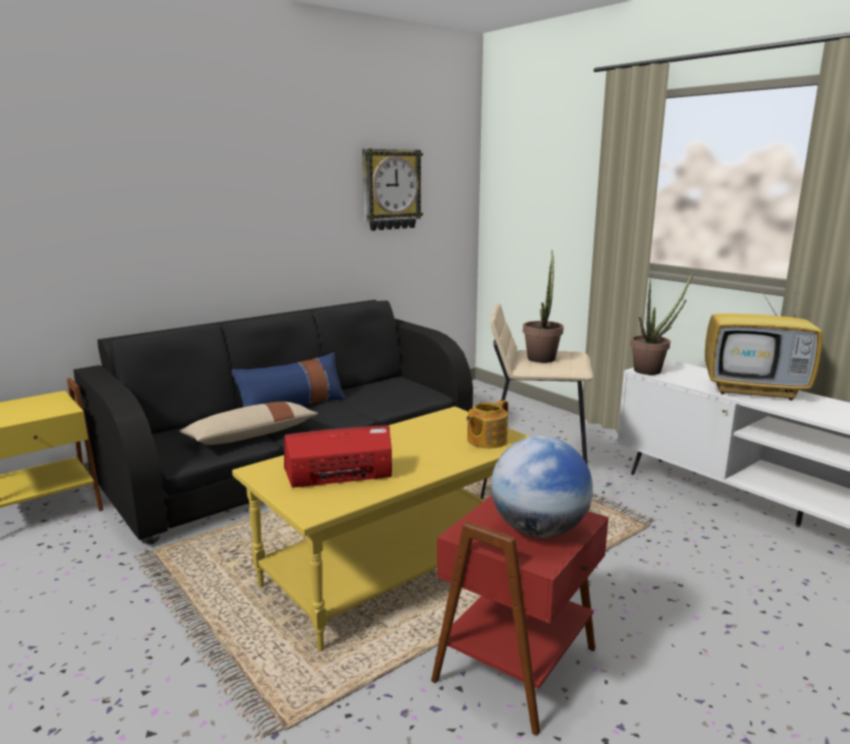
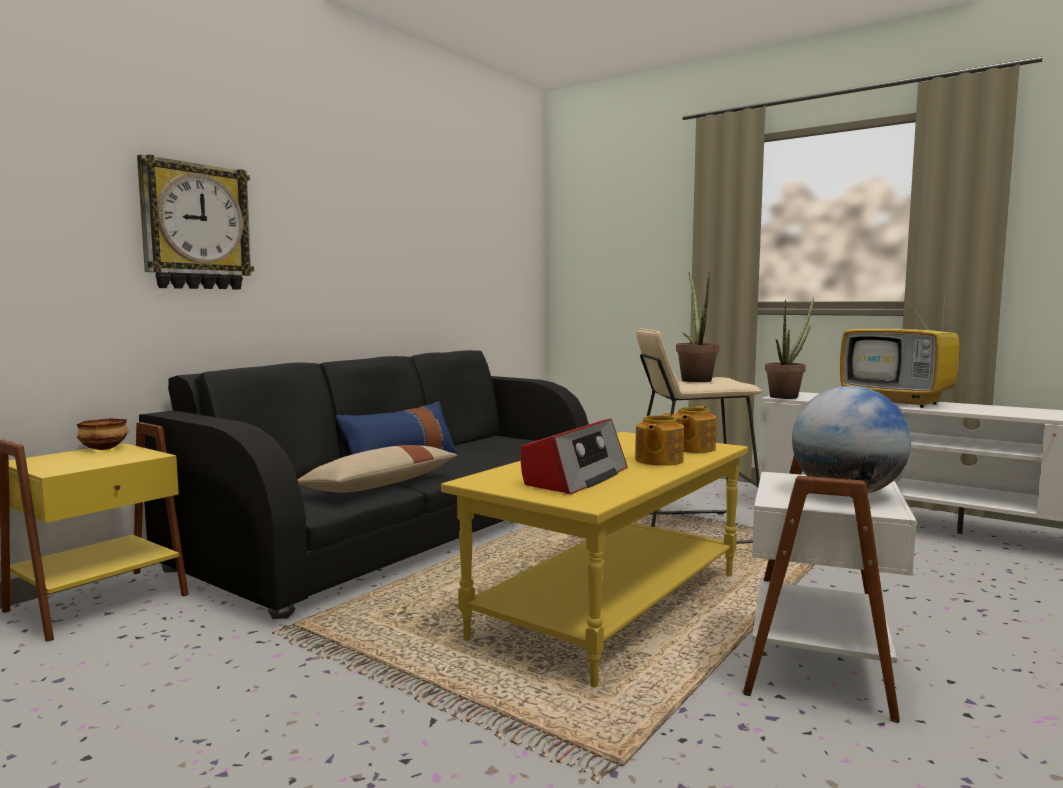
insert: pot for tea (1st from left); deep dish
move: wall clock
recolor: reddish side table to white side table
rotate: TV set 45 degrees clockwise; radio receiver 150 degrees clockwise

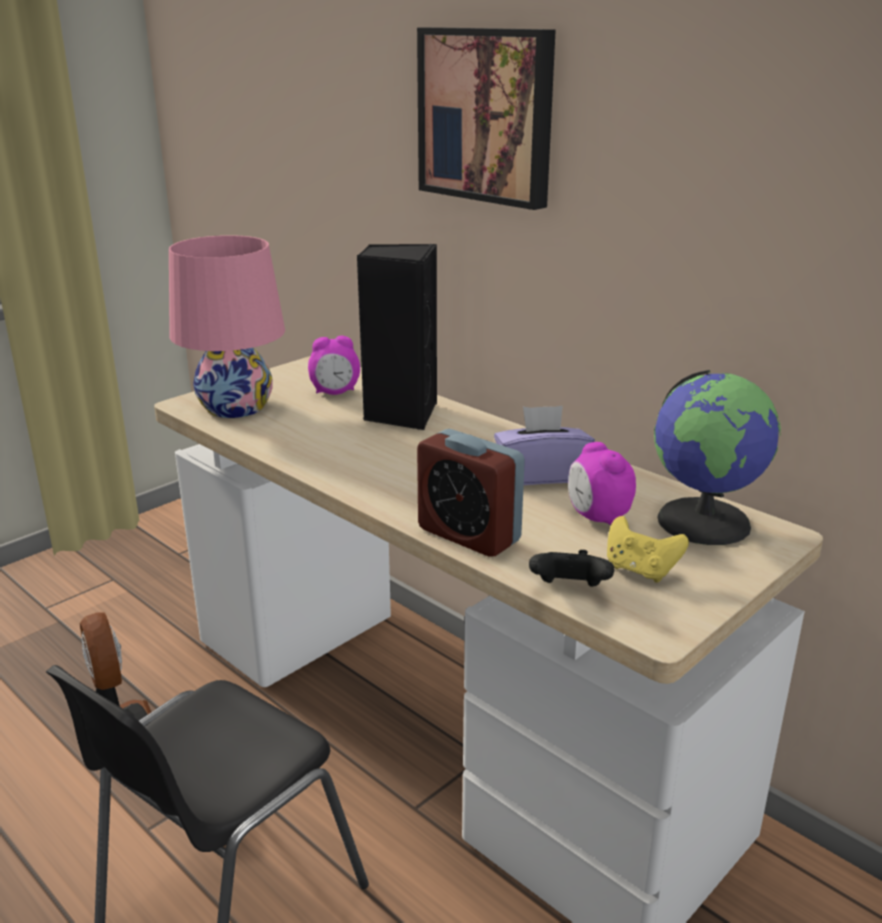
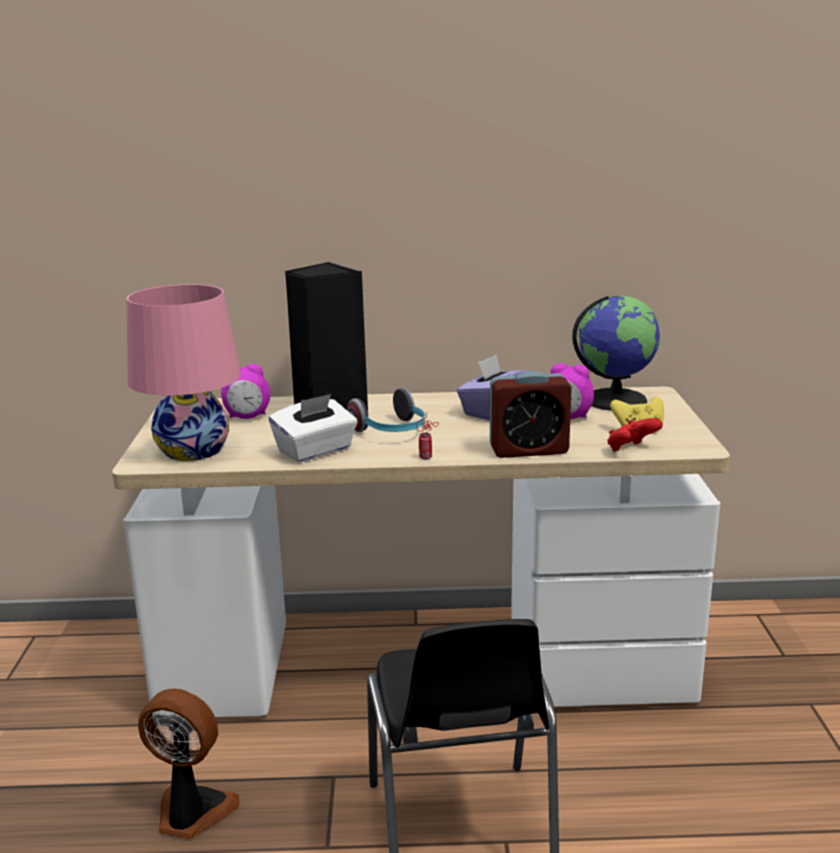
delete: wall art
insert: headset; white tissue holder; can
recolor: black-coloured joypad to reddish joypad
rotate: bedside clock (1st from left) 45 degrees clockwise

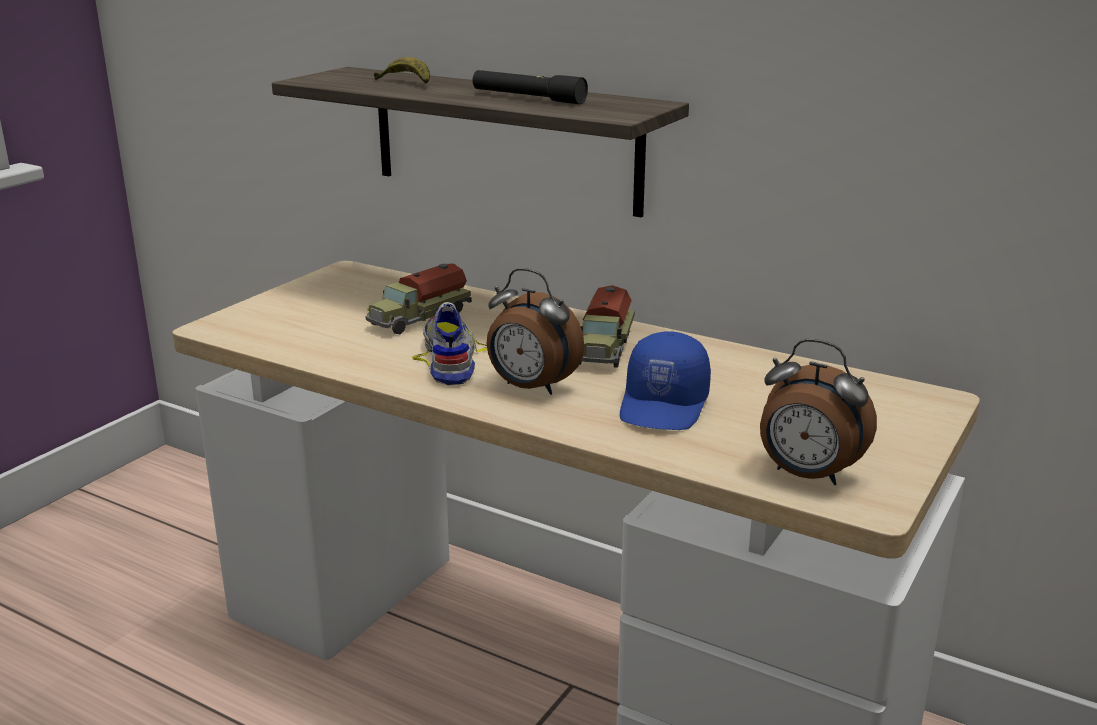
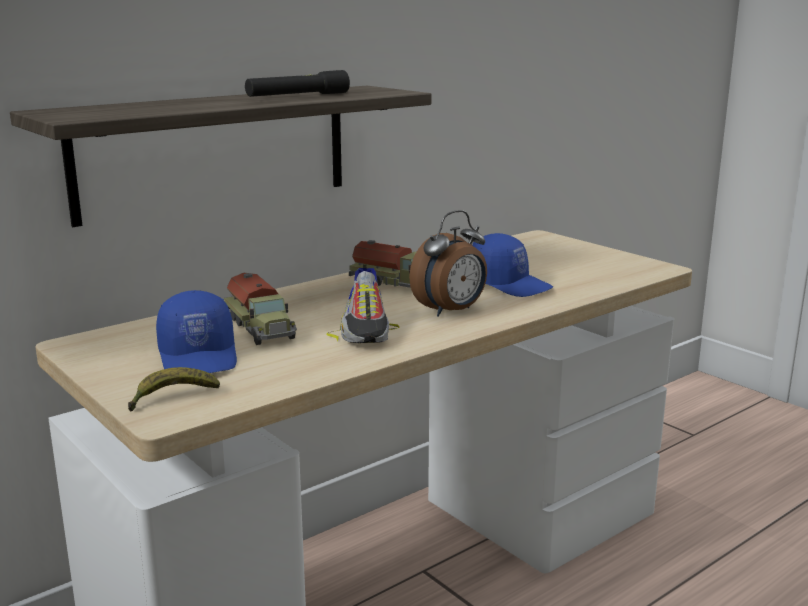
delete: bedside clock (2nd from left)
insert: blue cap (1st from left)
move: whole banana
rotate: shoe 105 degrees counterclockwise

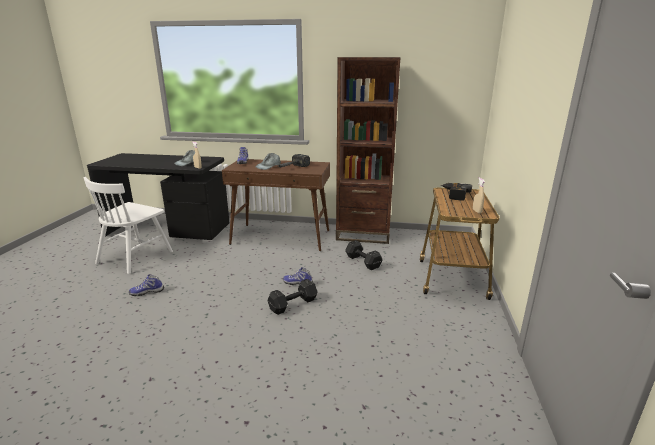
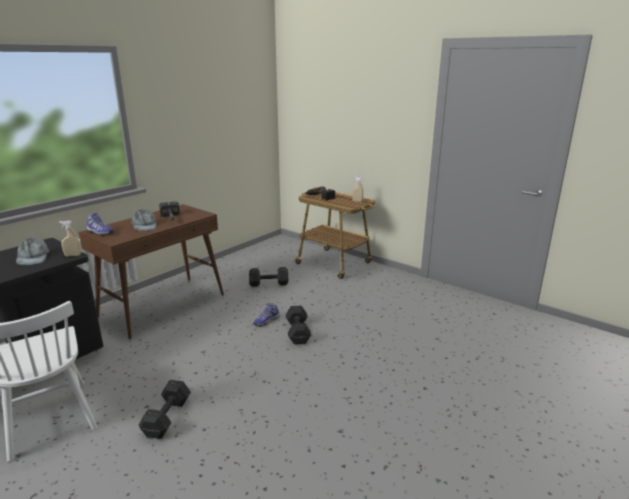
delete: brown bookcase
replace: shoe (1st from left) to black-coloured dumbbell (1st from left)

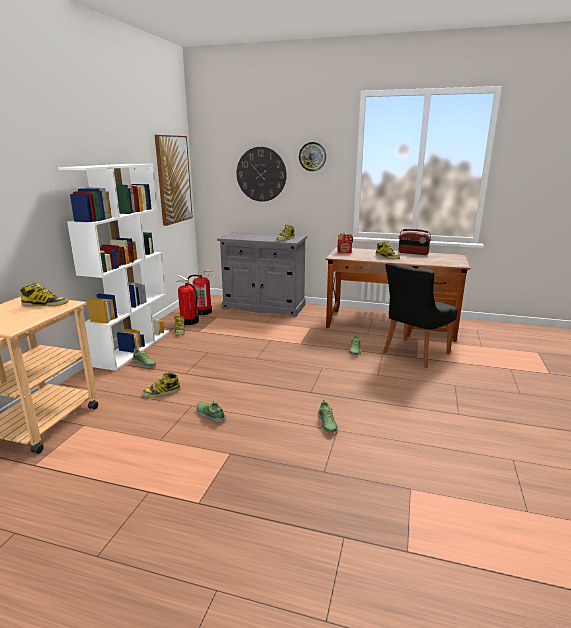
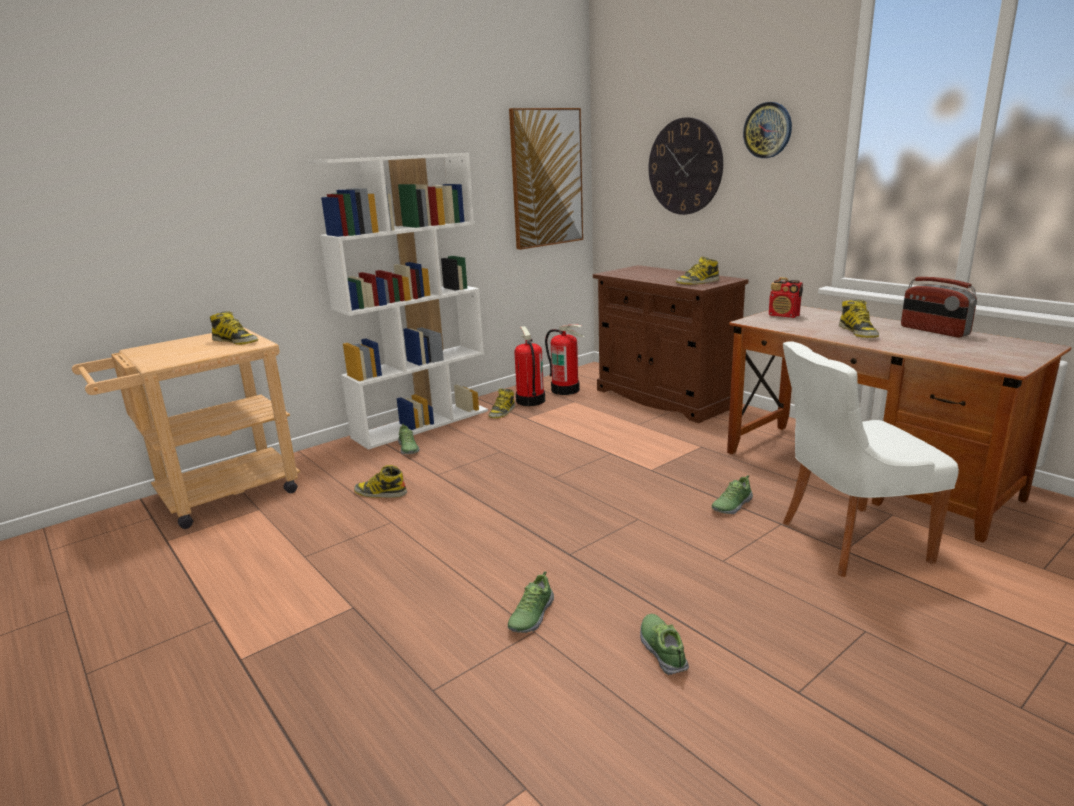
move: shoe (2nd from left in the first image) to shoe (3rd from left)
recolor: gray storage cabinet to brown storage cabinet; black-coloured plain chair to white plain chair

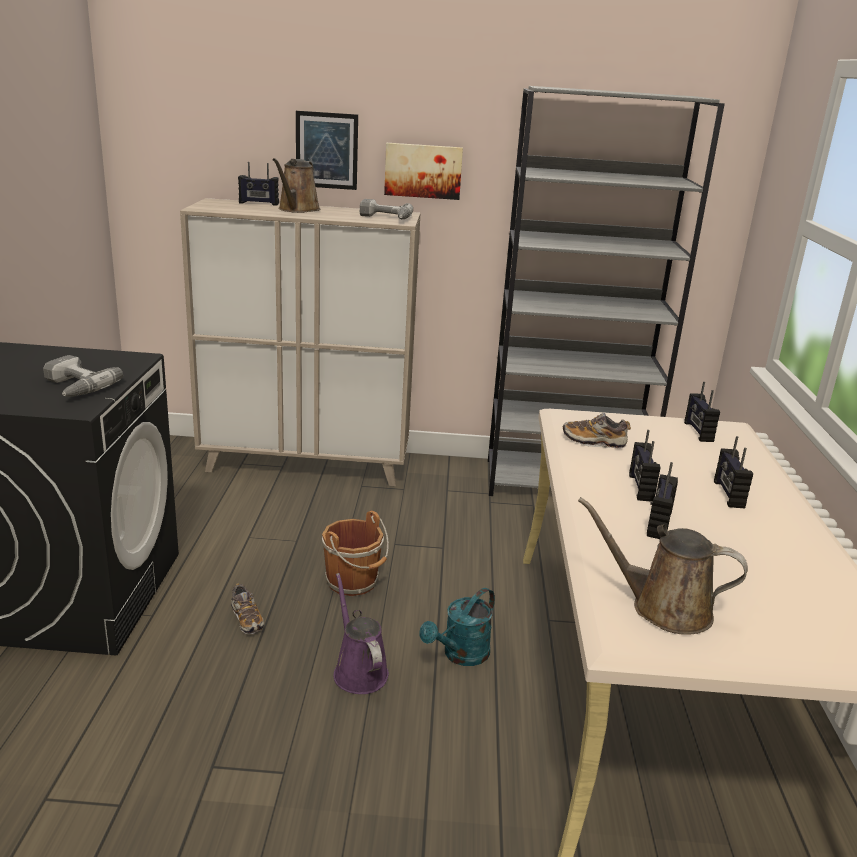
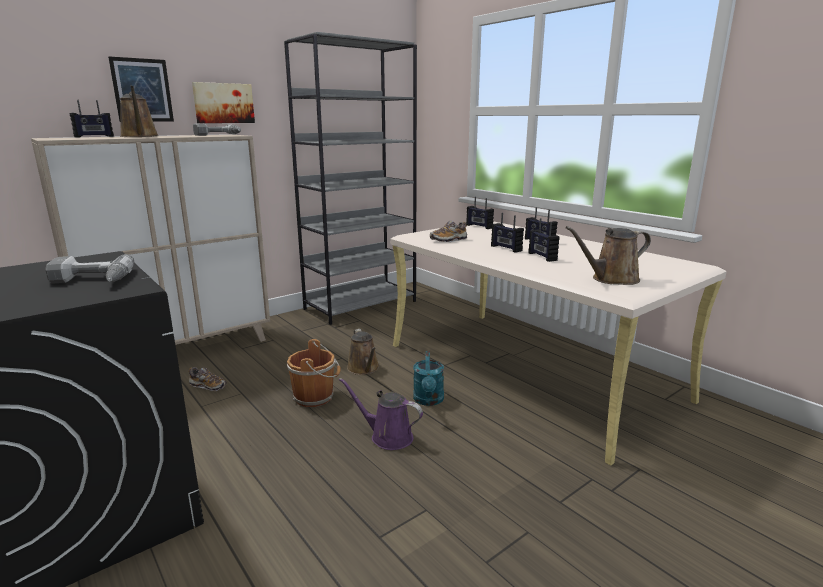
insert: brown watering pot (2nd from left)
move: shoe (1st from left)

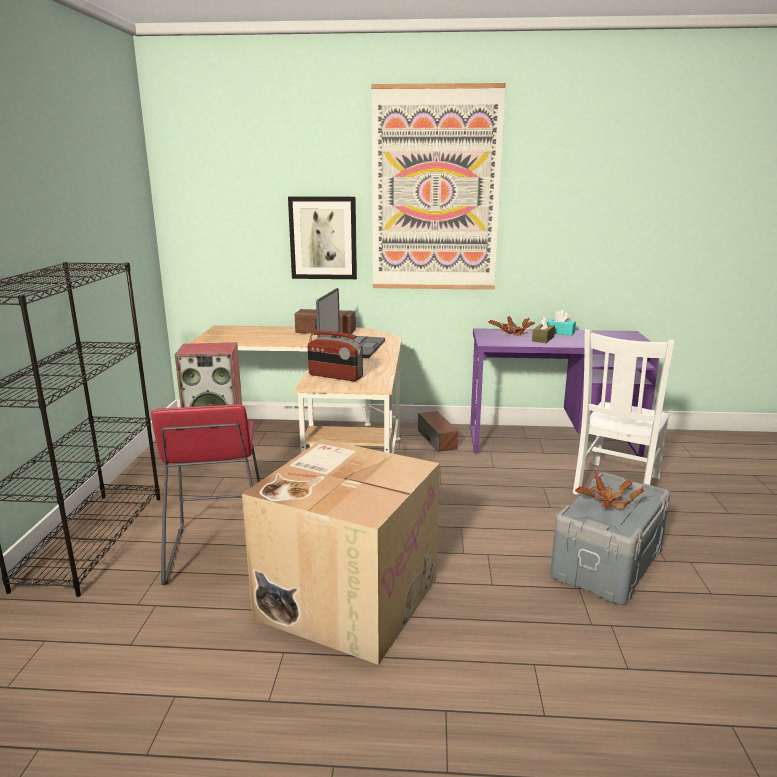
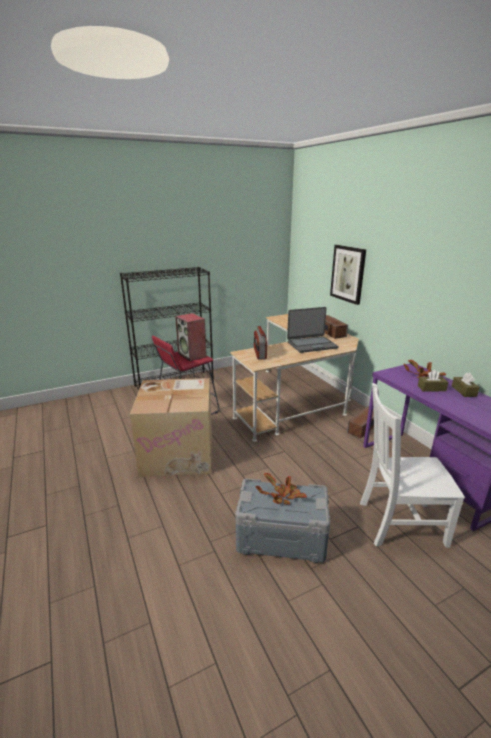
delete: wall art (2nd from left)
recolor: turquoise tissue holder to brown tissue holder (2nd from left)

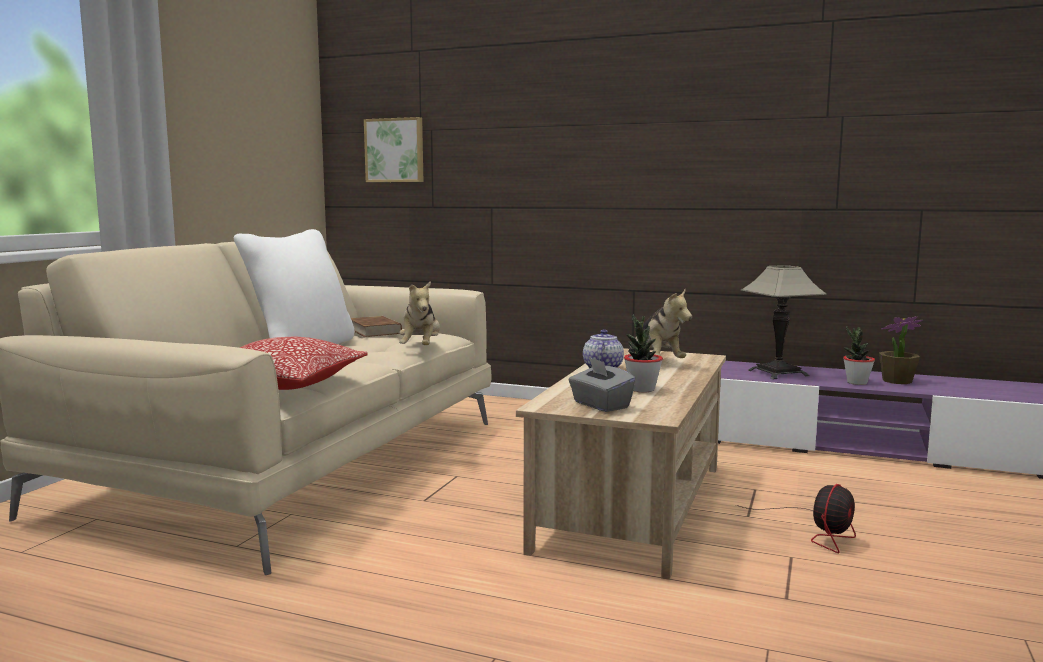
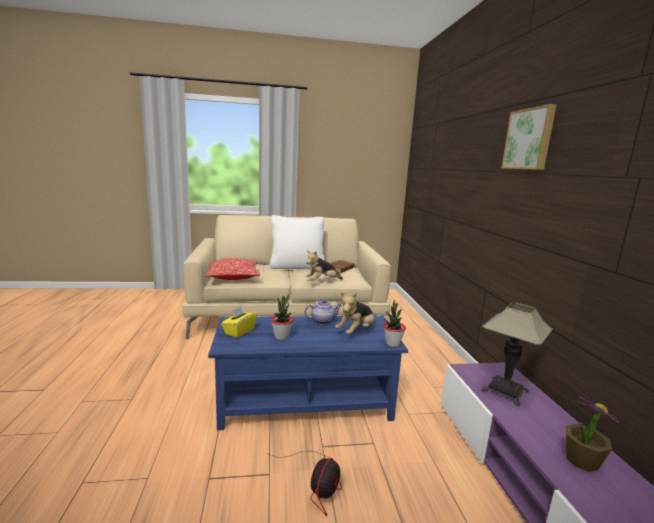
move: wall art; houseplant (2nd from left)
recolor: beige lounge table to blue lounge table; gray tissue holder to yellowish tissue holder
rotate: fan 75 degrees counterclockwise

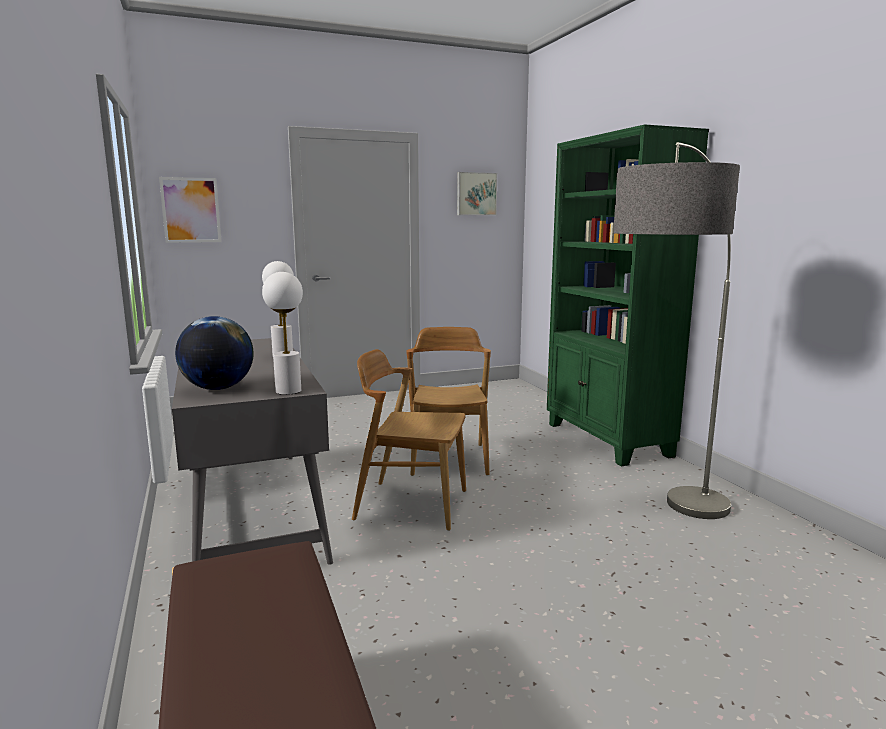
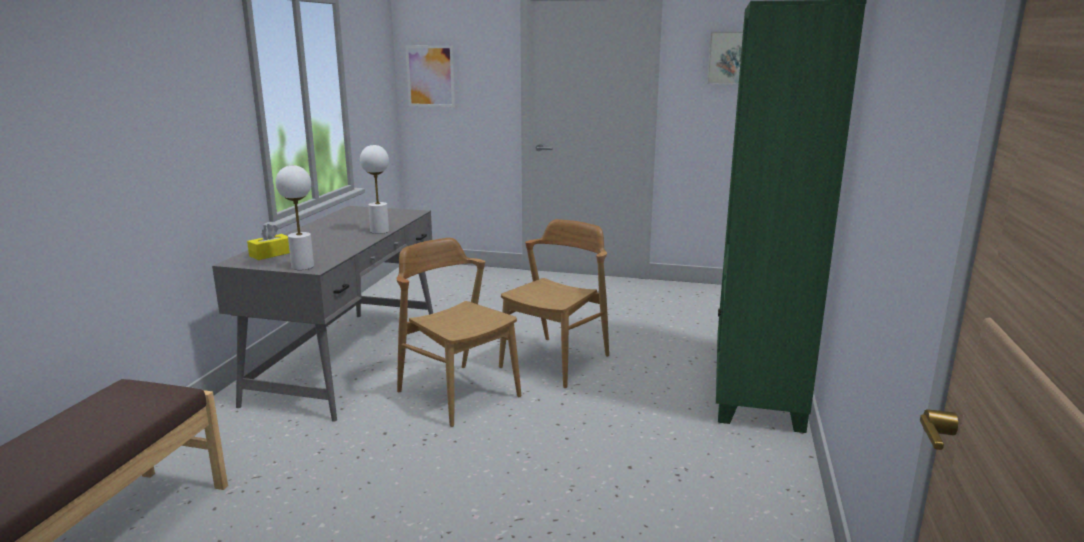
delete: standing lamp
replace: globe to yellowish tissue holder

